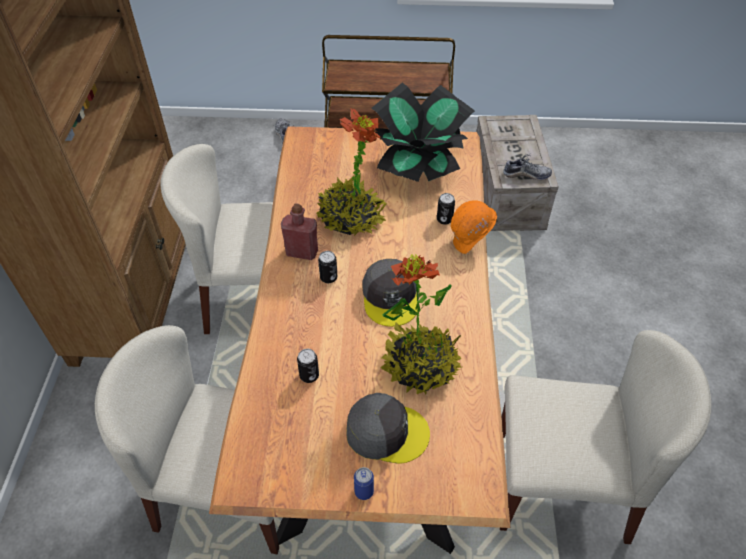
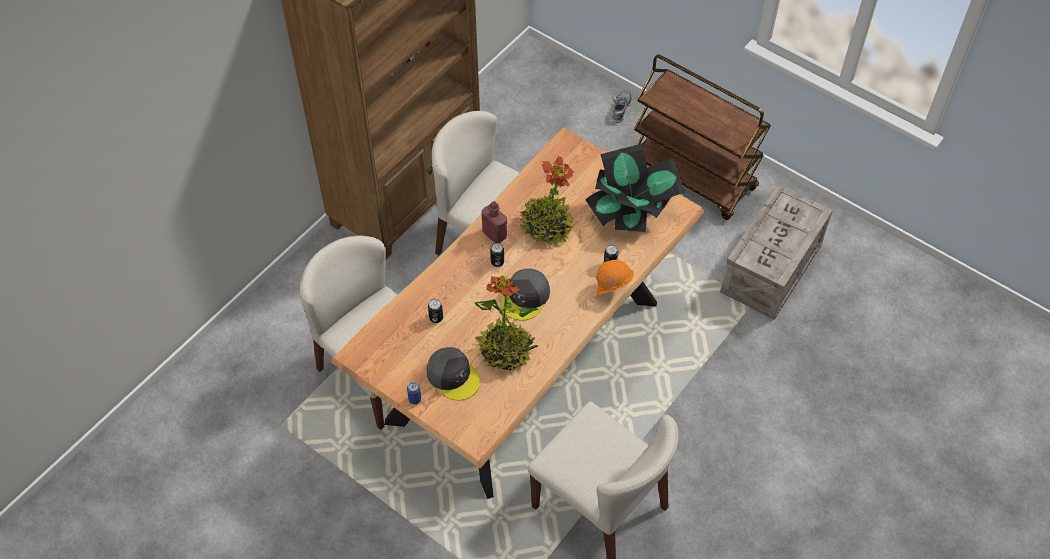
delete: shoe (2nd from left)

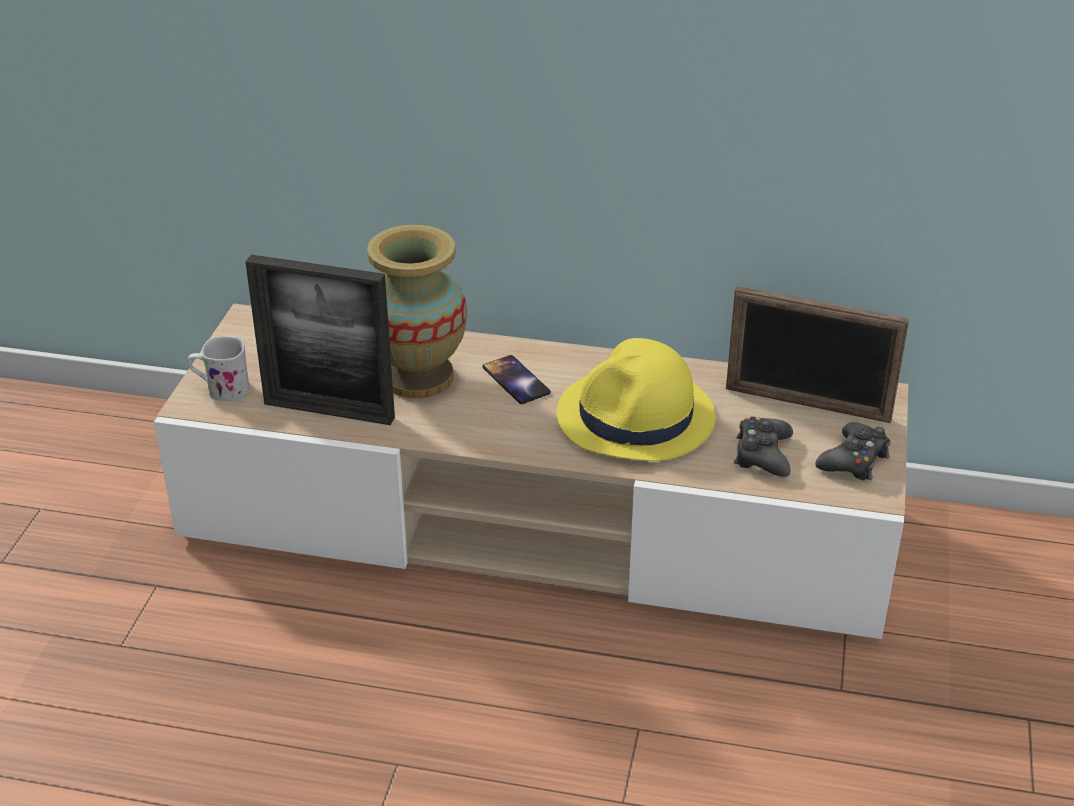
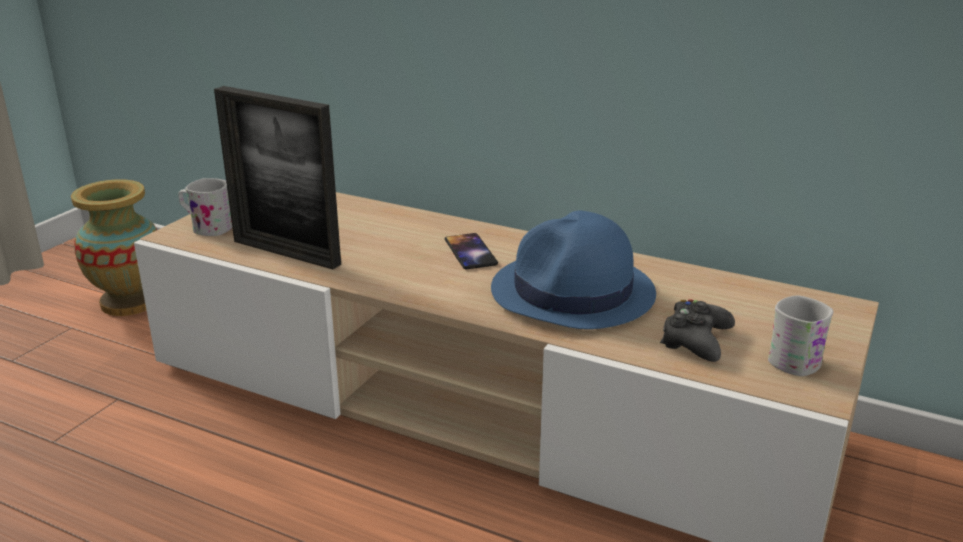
delete: photo frame (2nd from left)
move: decorative vase
replace: black-coloured joypad (2nd from left) to white mug (2nd from left)
recolor: yellowish wearable hat to blue wearable hat

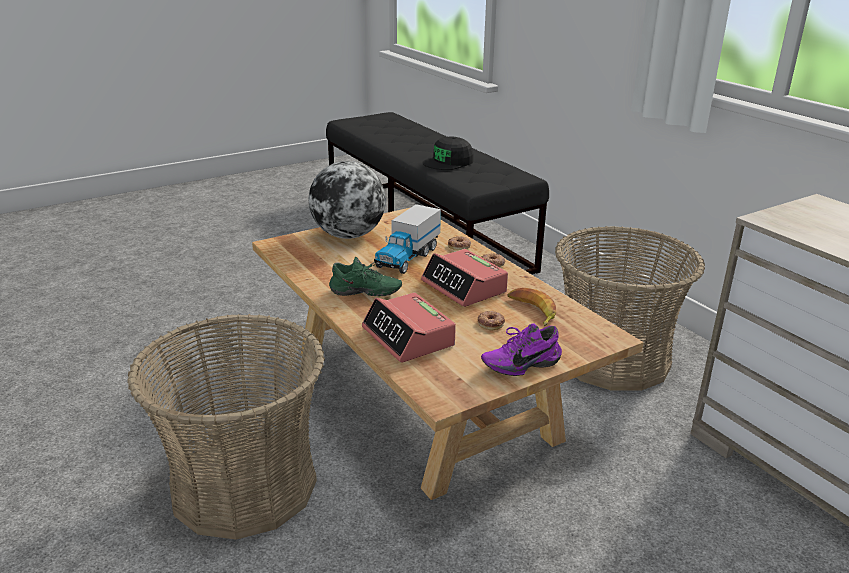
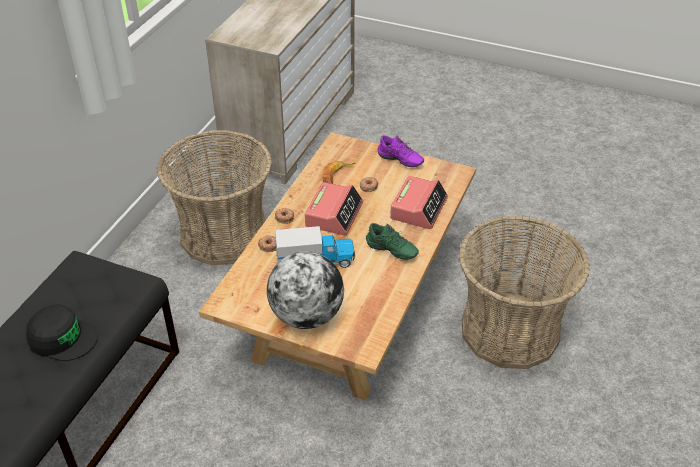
rotate: green-coloured shoe 150 degrees clockwise

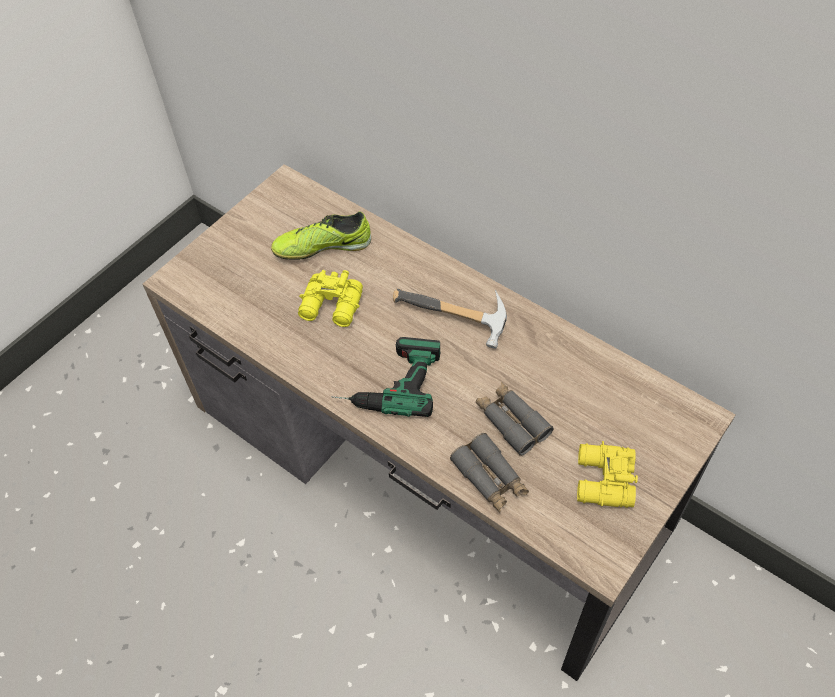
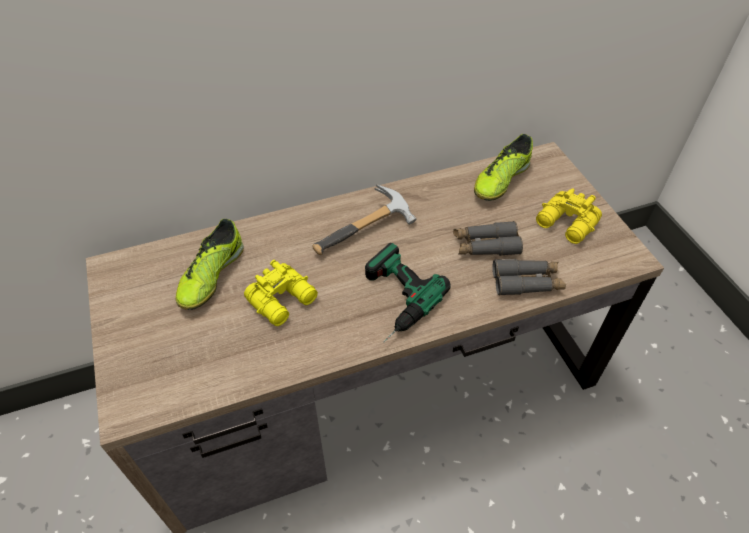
insert: shoe (2nd from left)

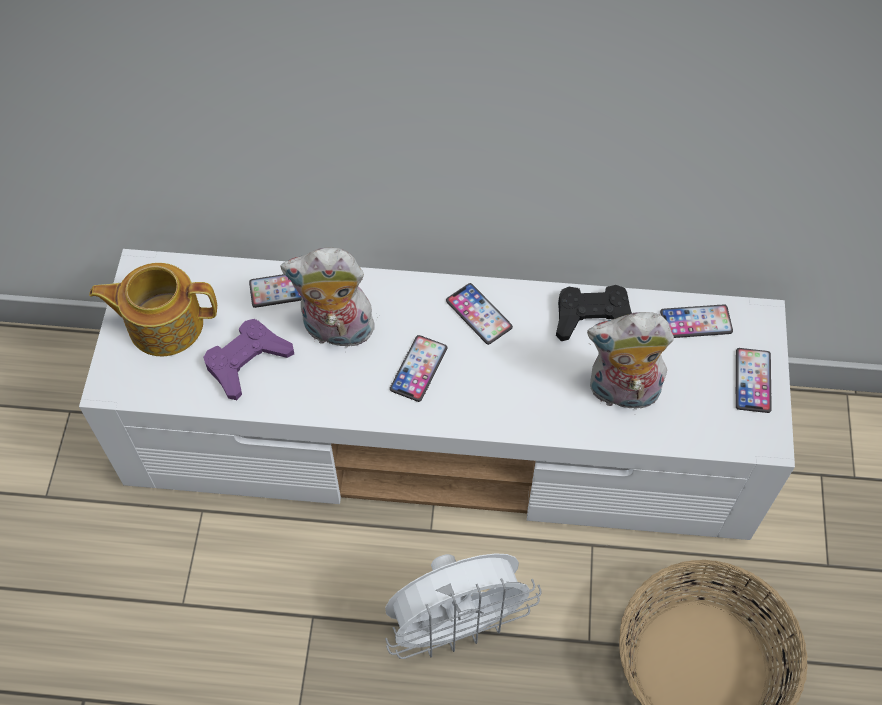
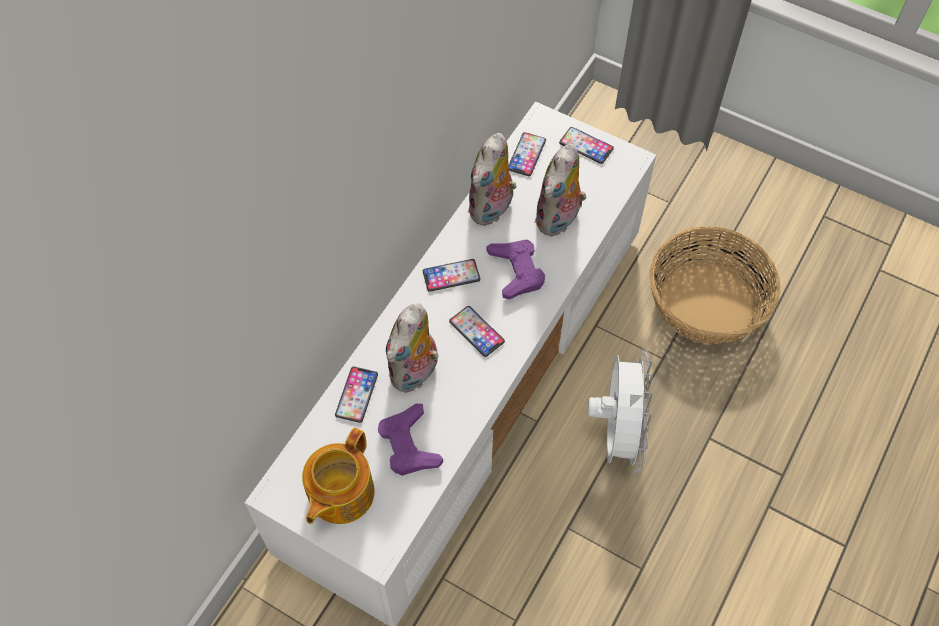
insert: purplish joypad (2nd from left)
replace: black-coloured joypad to cuddly toy (2nd from left)

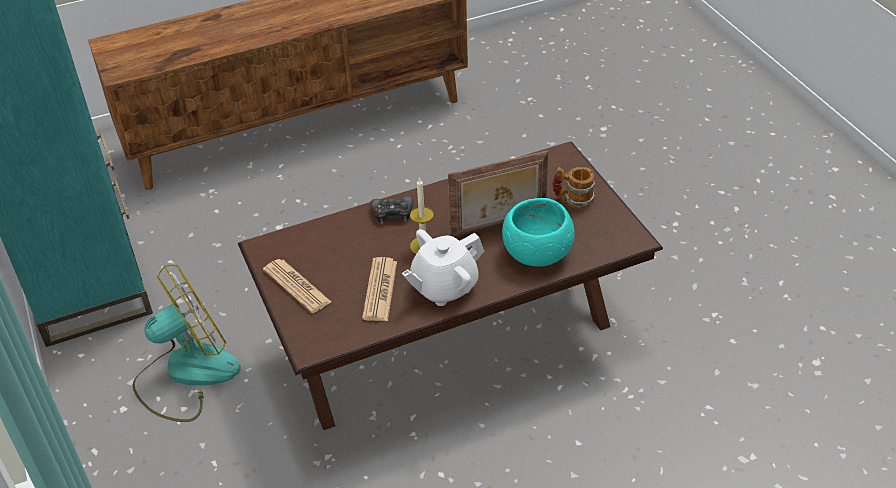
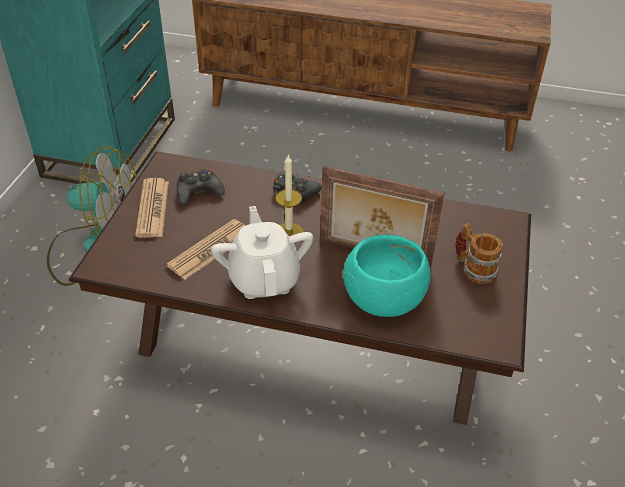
insert: black-coloured joypad (1st from left)
rotate: white pot for tea 75 degrees clockwise

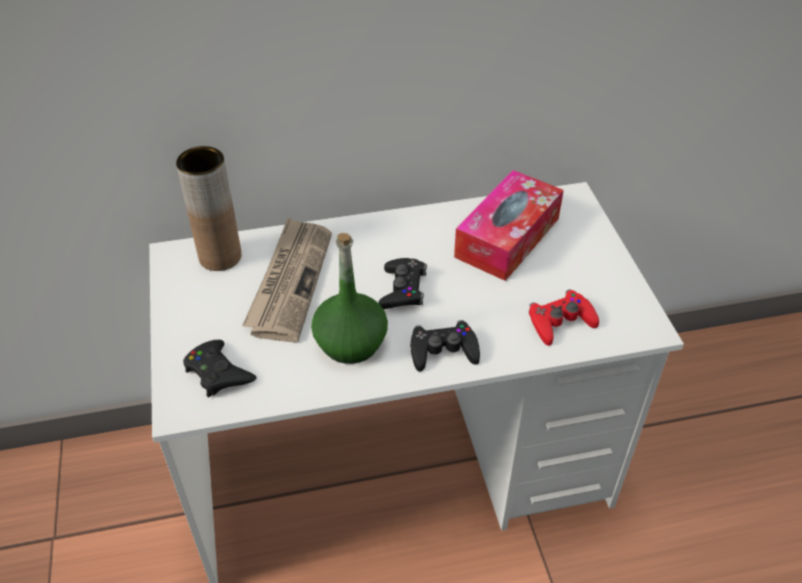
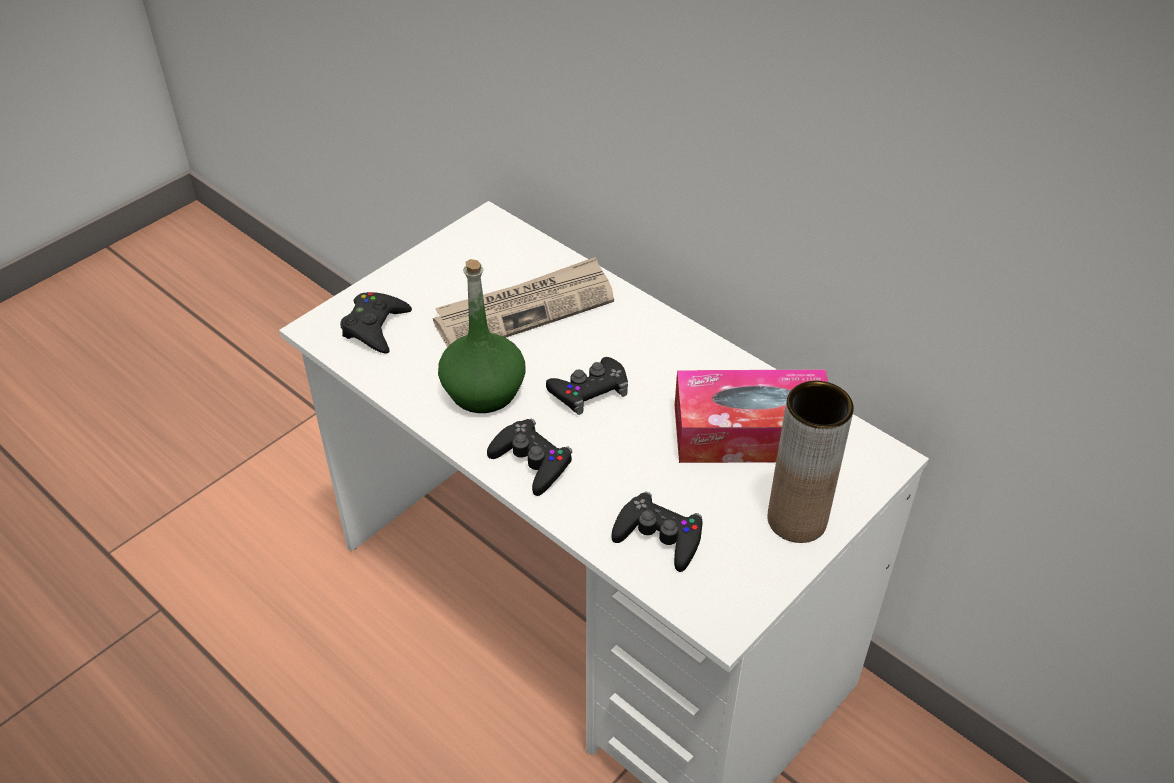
move: brown decorative vase
recolor: reddish joypad to black-coloured joypad (4th from left)

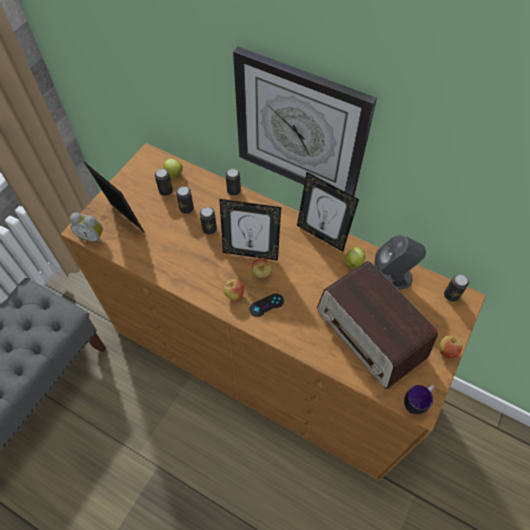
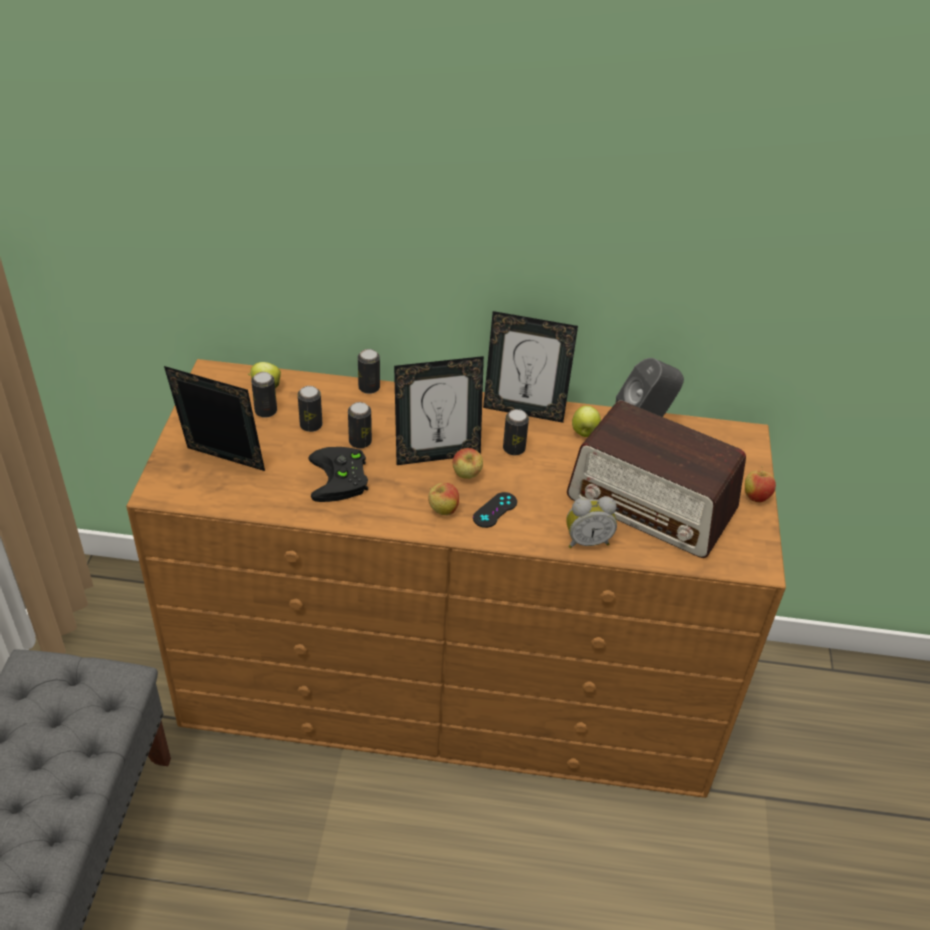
delete: wall clock; mug
insert: black-coloured joypad (1st from left)
move: bedside clock; can (5th from left)

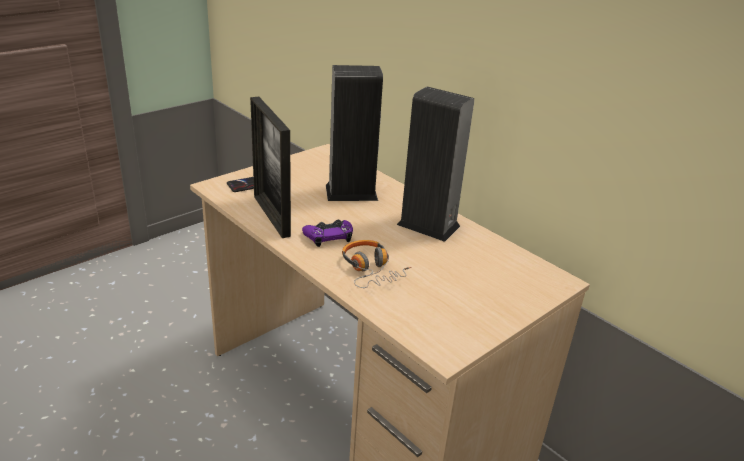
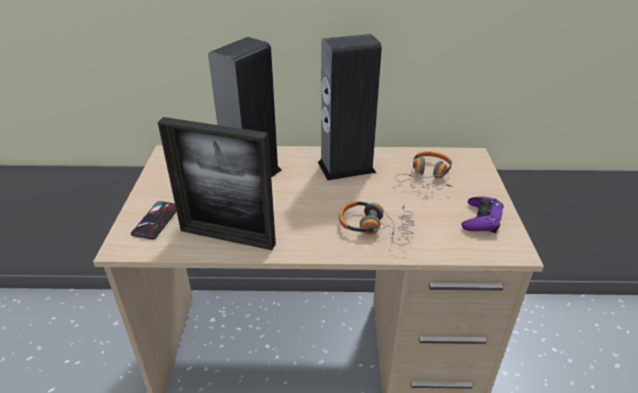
insert: headset (2nd from left)
move: purplish joypad

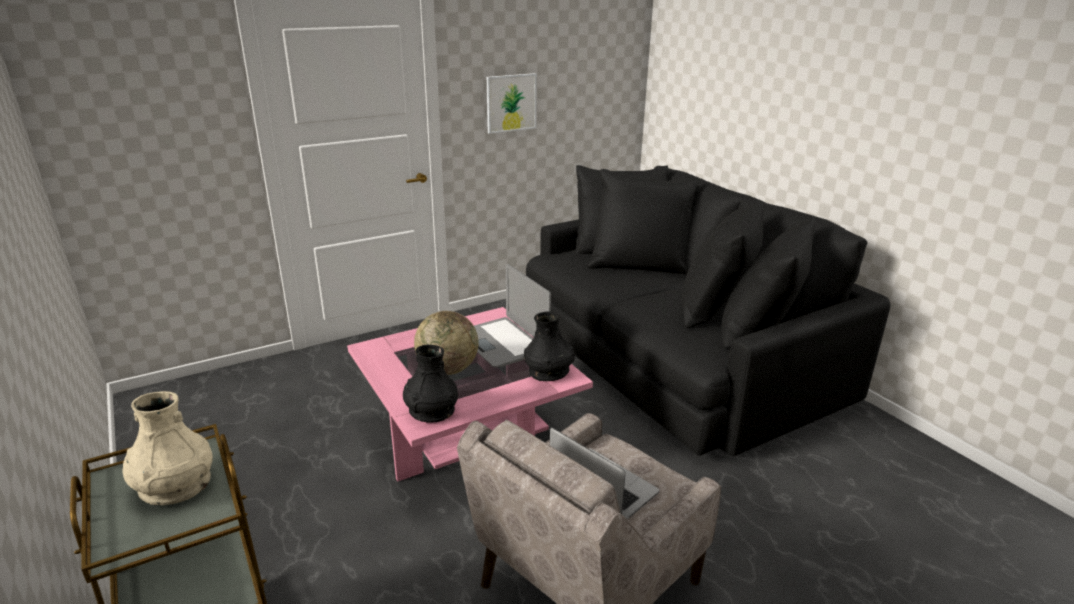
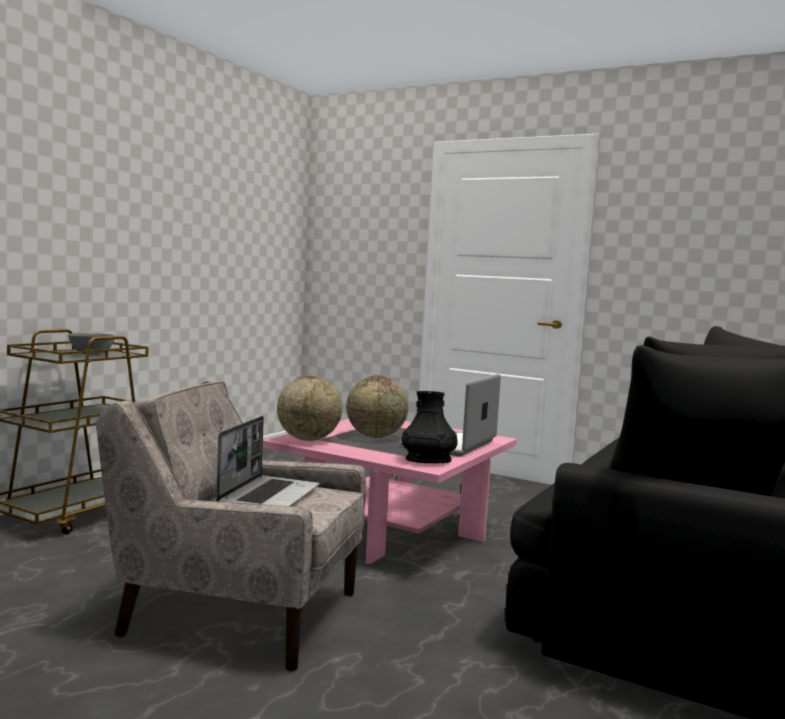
delete: wall art
replace: black-coloured decorative vase (1st from left) to globe (1st from left); beige decorative vase to gray deep dish

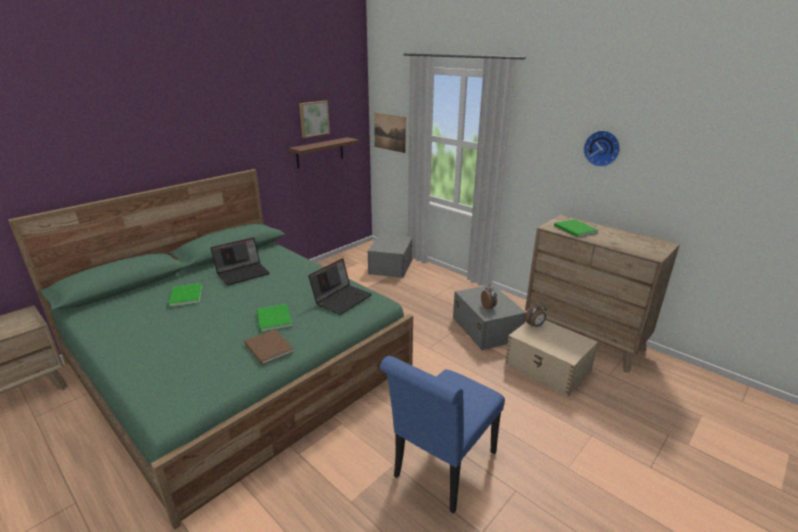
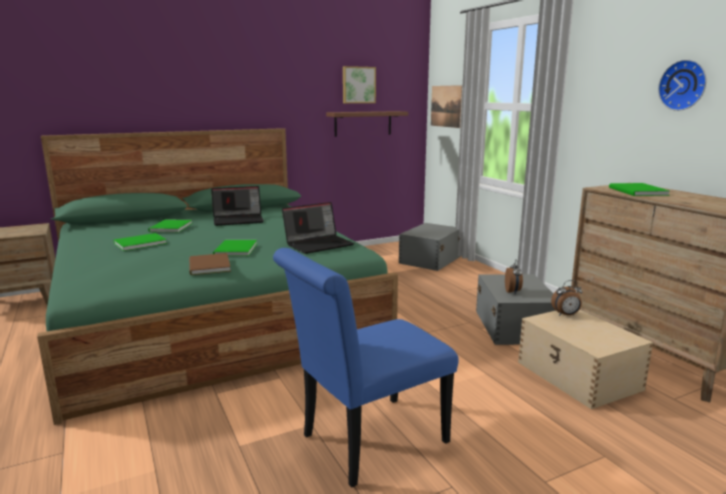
insert: green-coloured bound book (1st from left)

